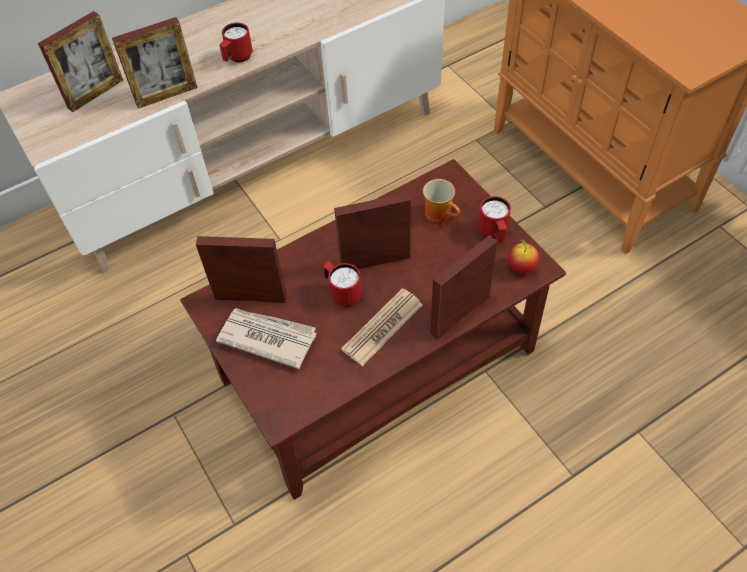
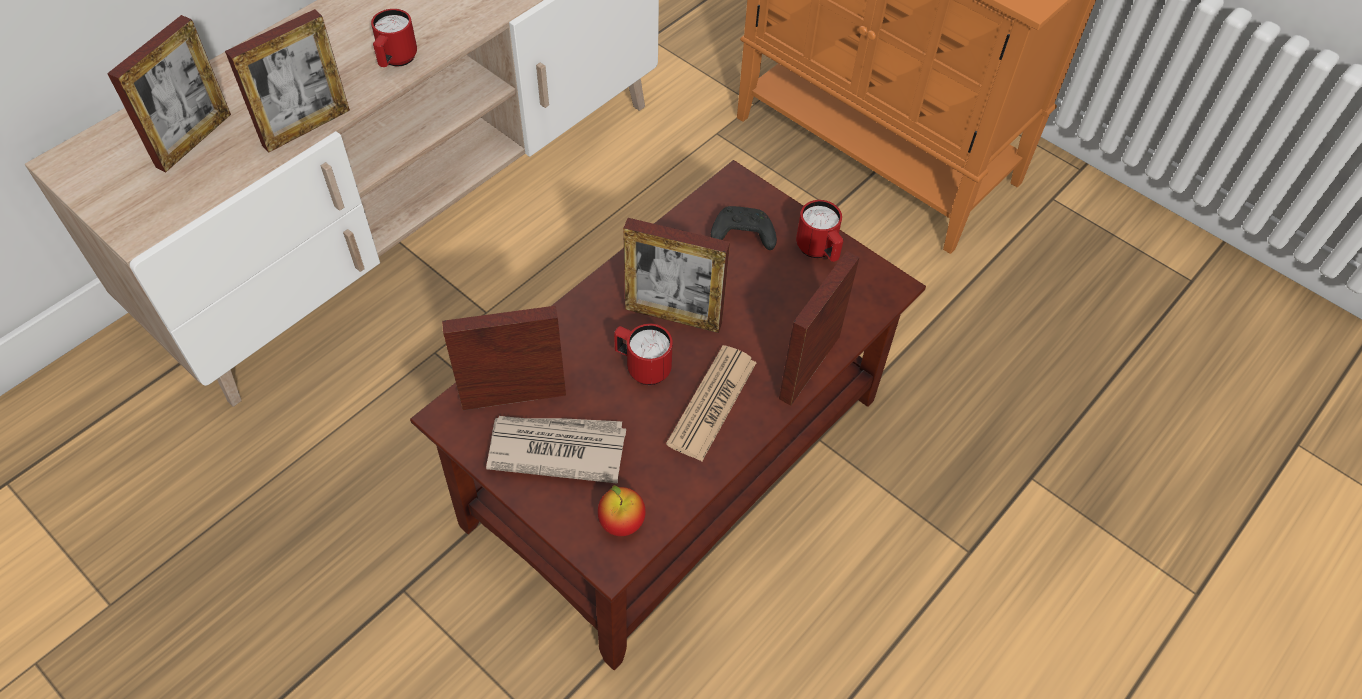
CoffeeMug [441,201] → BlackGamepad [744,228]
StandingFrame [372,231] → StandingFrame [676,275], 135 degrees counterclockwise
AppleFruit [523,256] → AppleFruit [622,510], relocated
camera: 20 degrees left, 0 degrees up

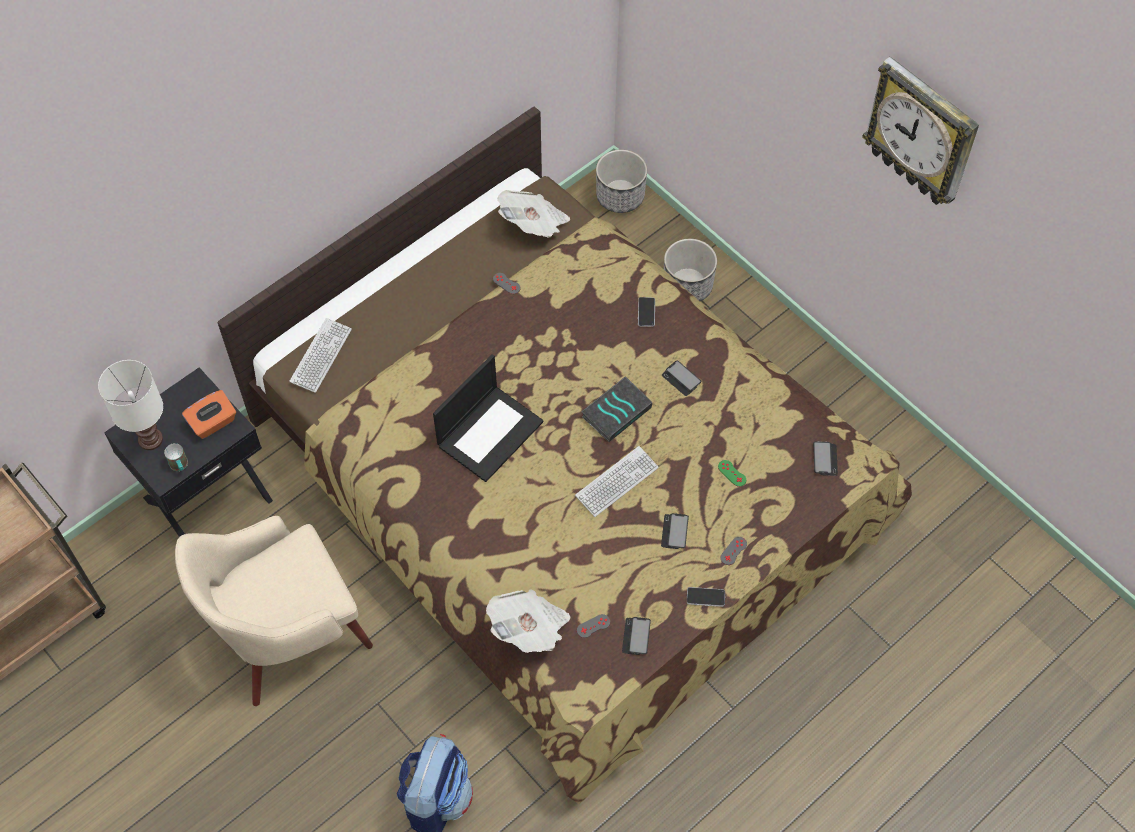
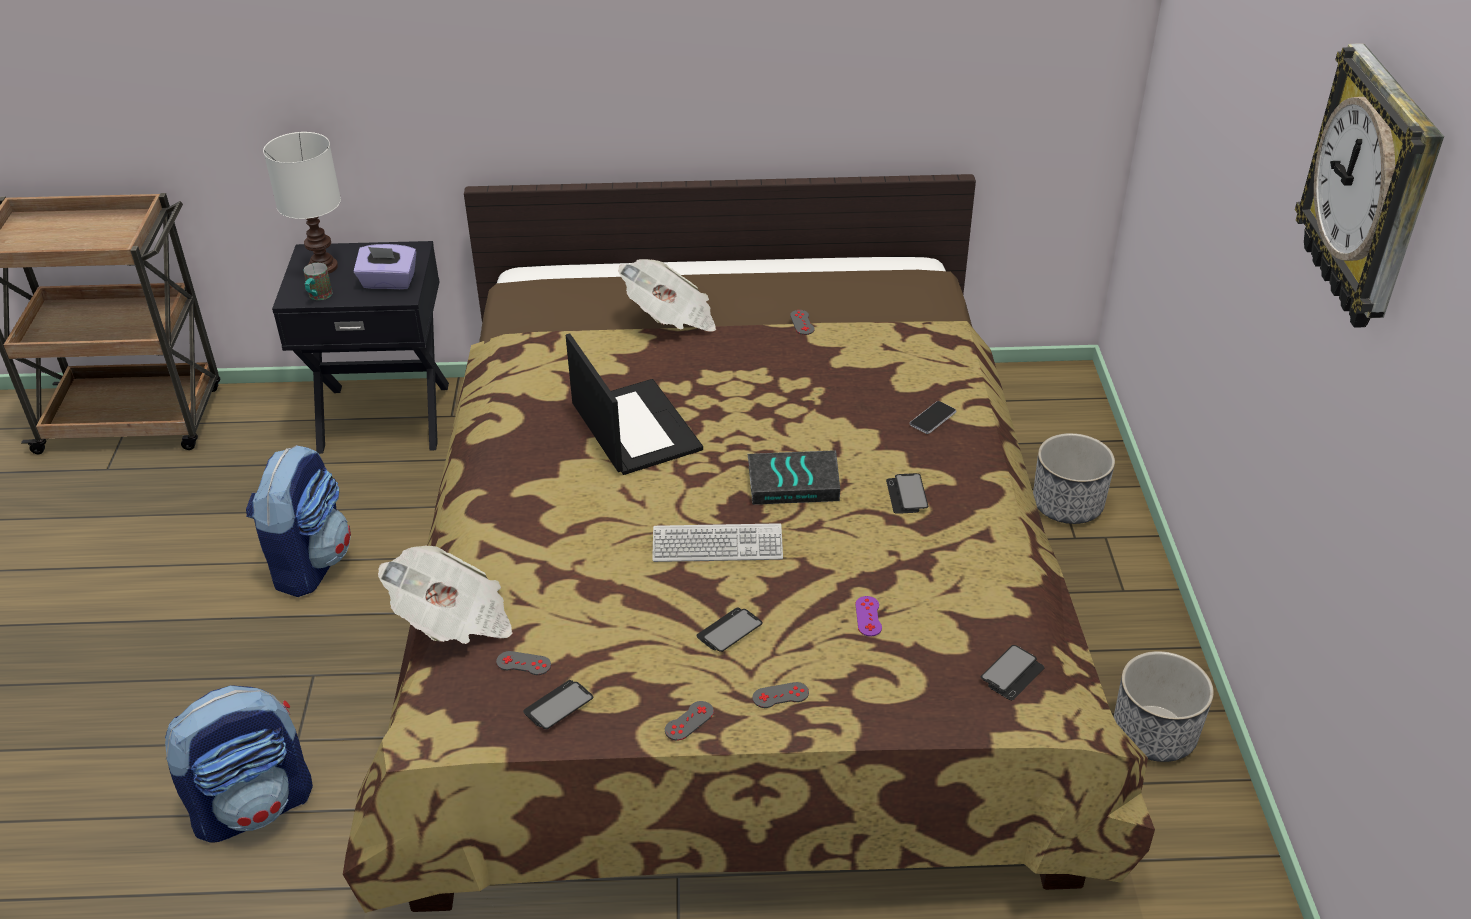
FlowerPot [621,181] → FlowerPot [1164,706], relocated
DailyPaper [533,214] → DailyPaper [667,295], relocated
ComputerKeyboard [320,355] → -
Laptop [488,418] → Laptop [634,404], 105 degrees counterclockwise
OrangeTissueHolder [209,414] → PurplishTissueHolder [385,266]
GreenGamepad [732,473] → PurplishGamepad [868,616]
BeigeColouredArmchair [274,611] → Backpack [298,521]
Telephone [706,597] → GreyishGamepad [689,721]
camera: 40 degrees right, 20 degrees down

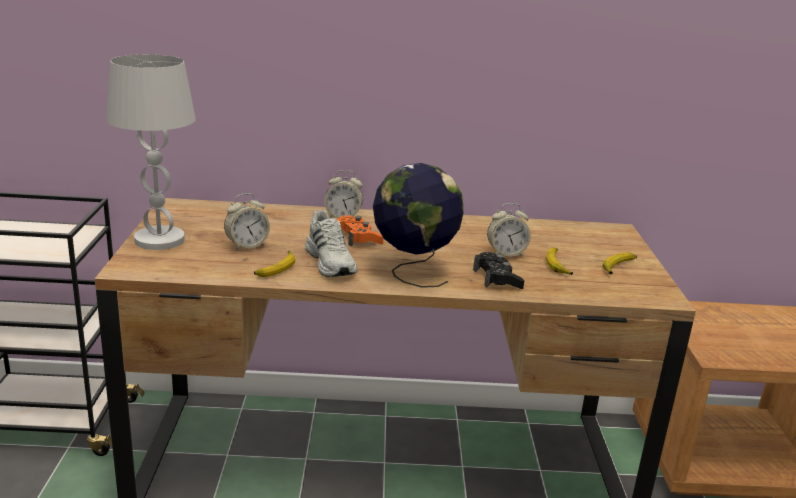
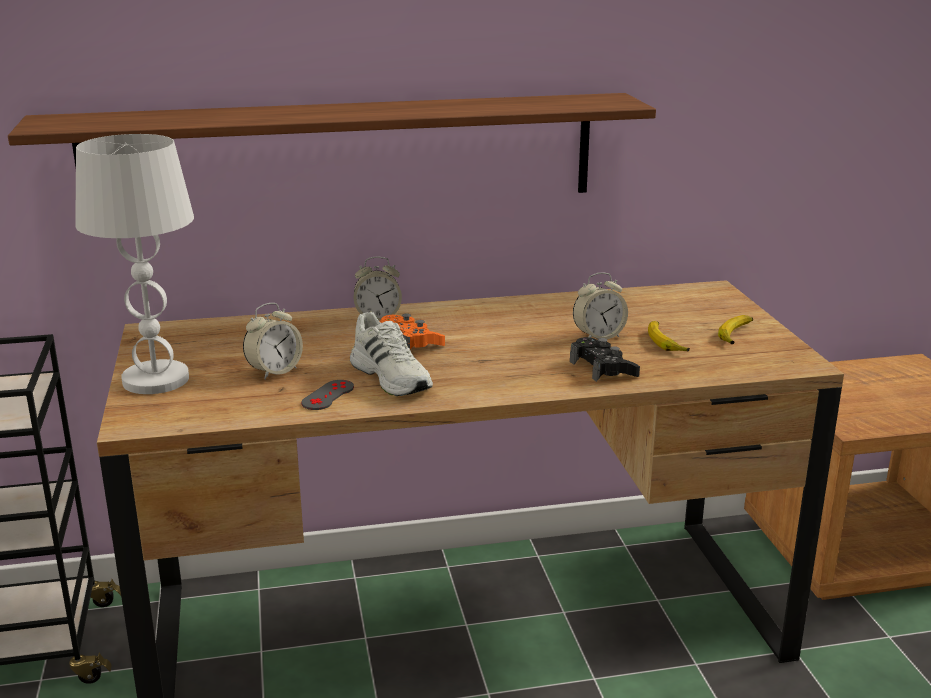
DeskGlobe [418,225] → -
BananaFruit [274,264] → GreyishGamepad [327,395]
- → BracketShelf [332,143]
camera: 10 degrees left, 0 degrees up

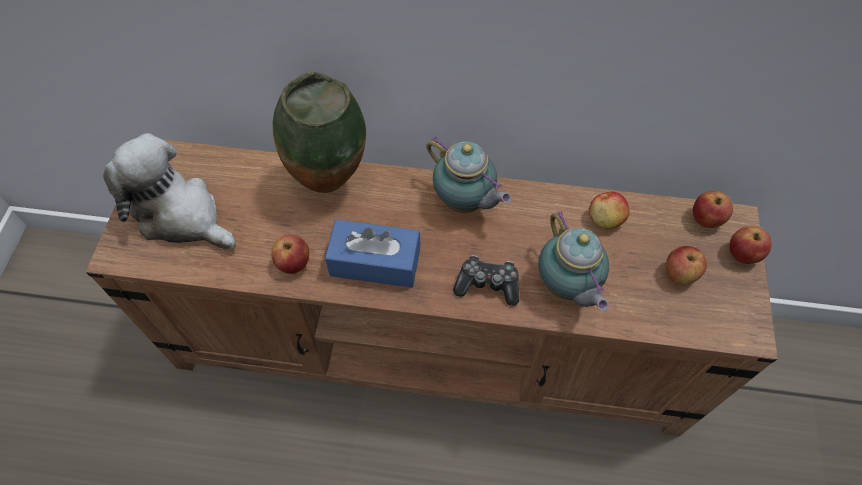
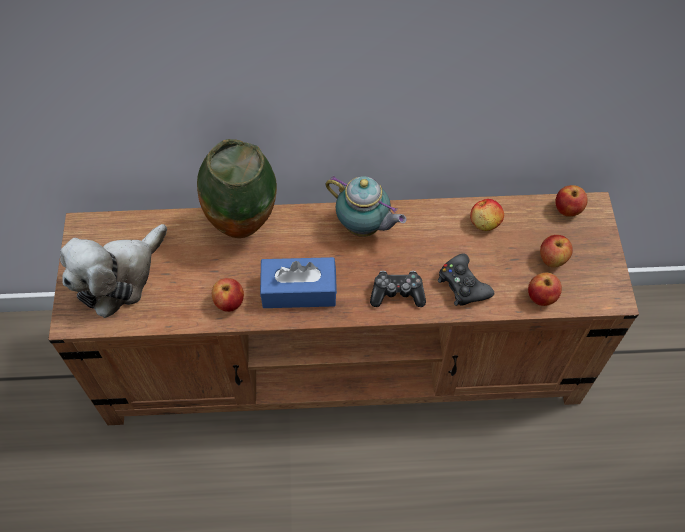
CuddlyToy [169,191] → CuddlyToy [113,271], 75 degrees counterclockwise
Teapot [573,261] → BlackGamepad [466,279]
AppleFruit [750,245] → AppleFruit [545,289], relocated
camera: 10 degrees left, 0 degrees up

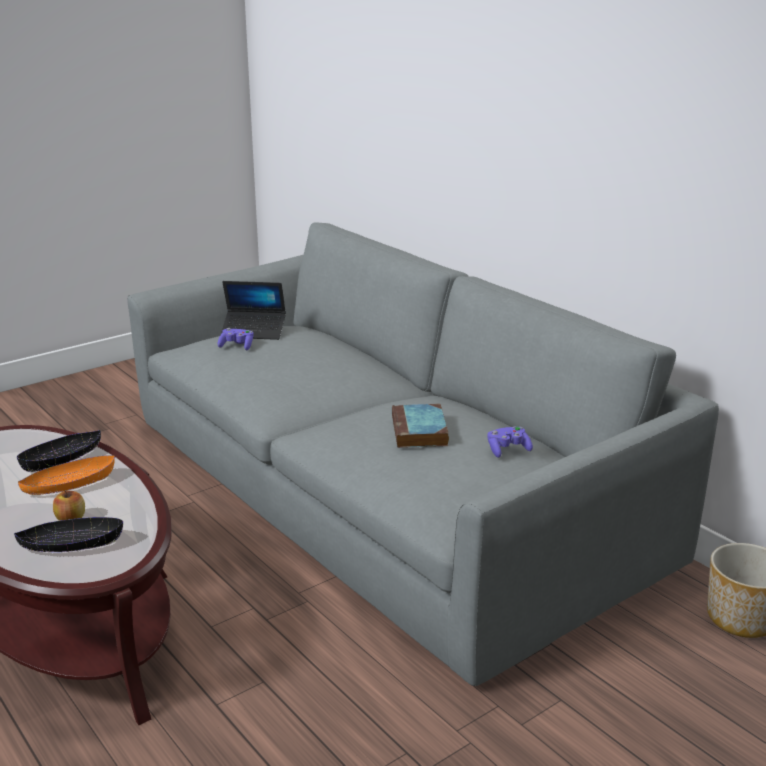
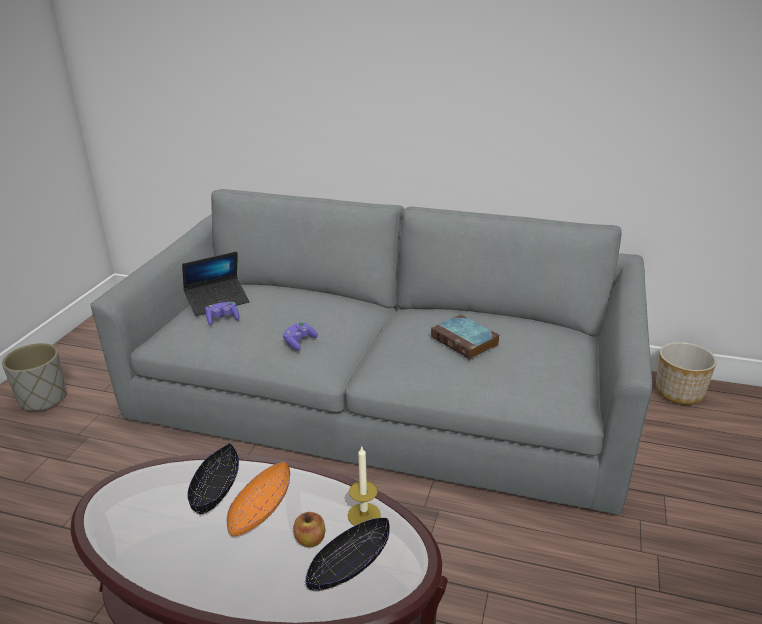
PurplishGamepad [510,442] → PurplishGamepad [300,336], relocated
- → GreyishFlowerPot [34,377]
- → WaxLight [364,486]
camera: 35 degrees left, 5 degrees up

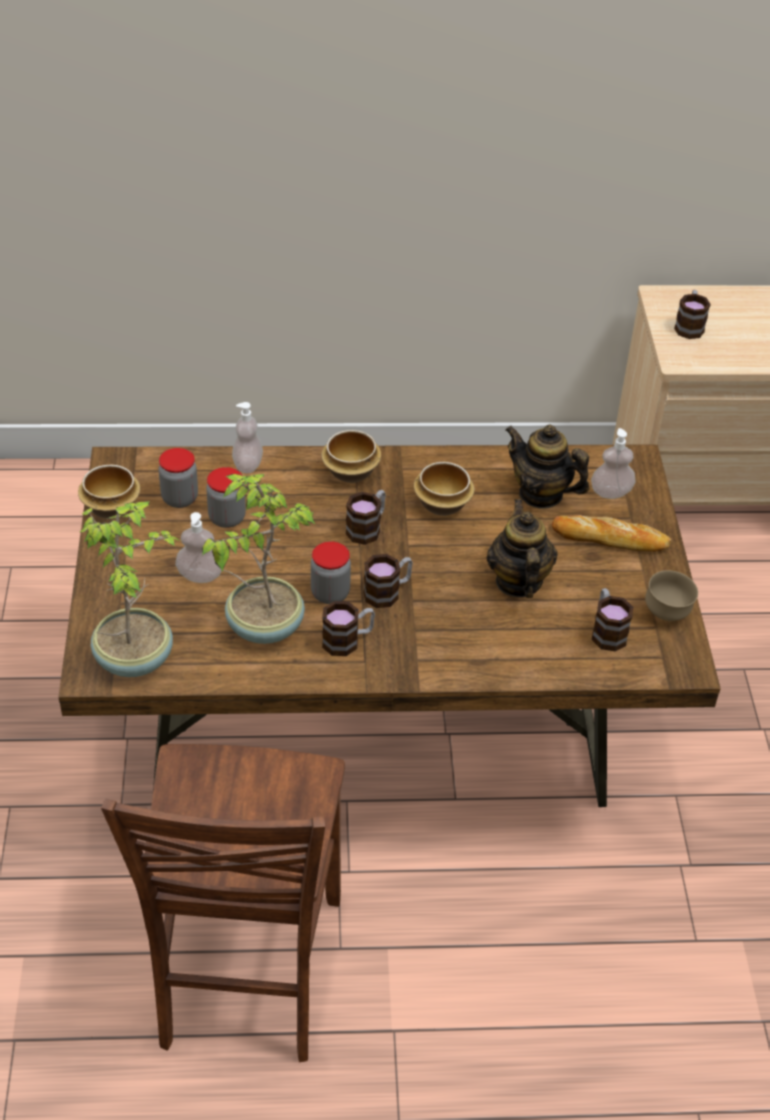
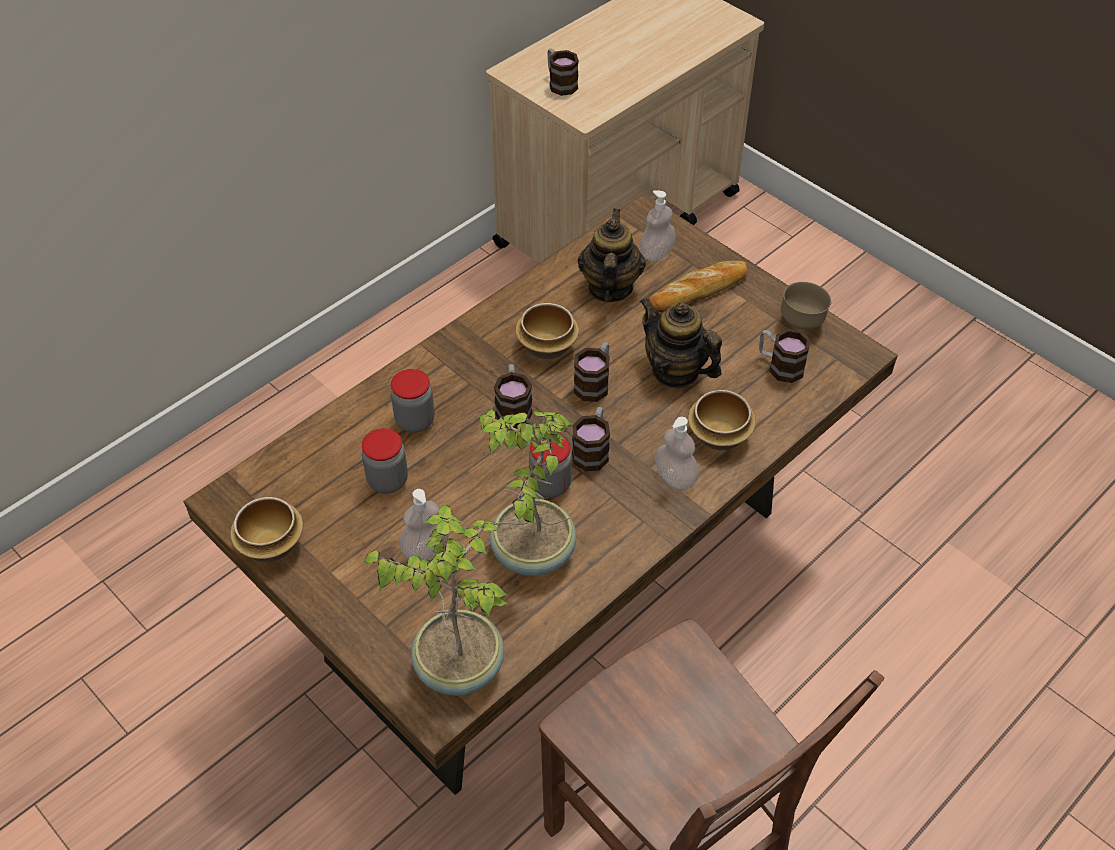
LiquidSoapBottle [247,437] → LiquidSoapBottle [677,453], relocated
Teapot [547,467] → Teapot [612,255], 105 degrees clockwise
Bowl [351,456] → Bowl [722,420], relocated
Jar [178,478] → Jar [412,401], relocated
CoffeeMug [348,628] → CoffeeMug [592,372], relocated
camera: 40 degrees left, 5 degrees up

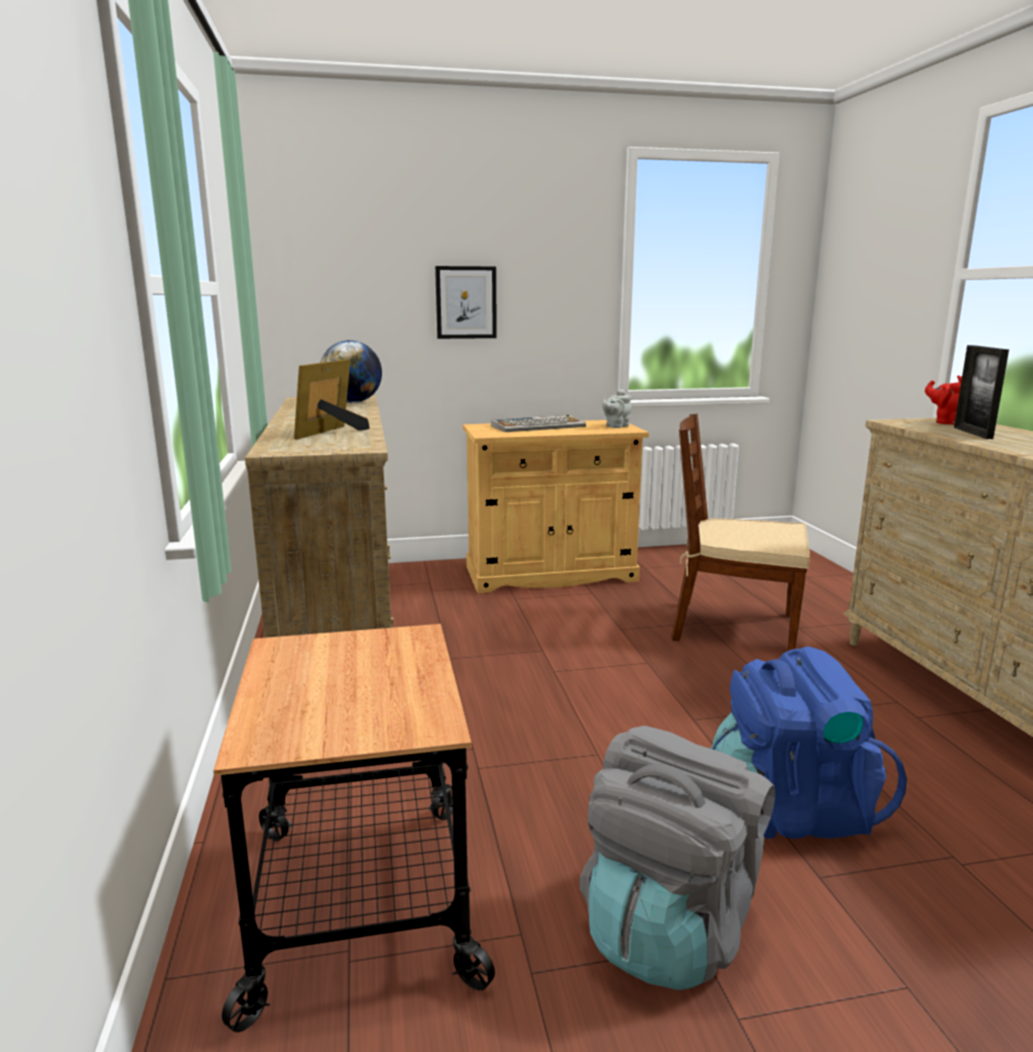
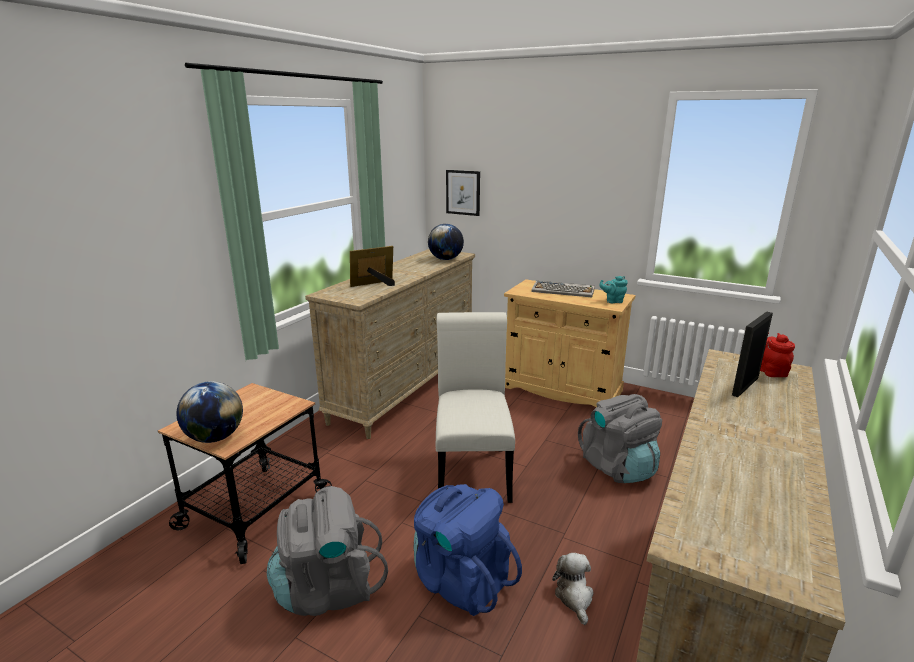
WallPicture [466,302] → WallPicture [463,193], relocated
GreyishTeapot [617,408] → TurquoiseColouredTeapot [613,289]
BrownishPlainChair [740,532] → GreyishBackpack [620,438]
- → WhitePlainChair [475,407]
- → DeskGlobe [209,412]
- → CuddlyToy [573,589]
camera: 40 degrees right, 5 degrees up

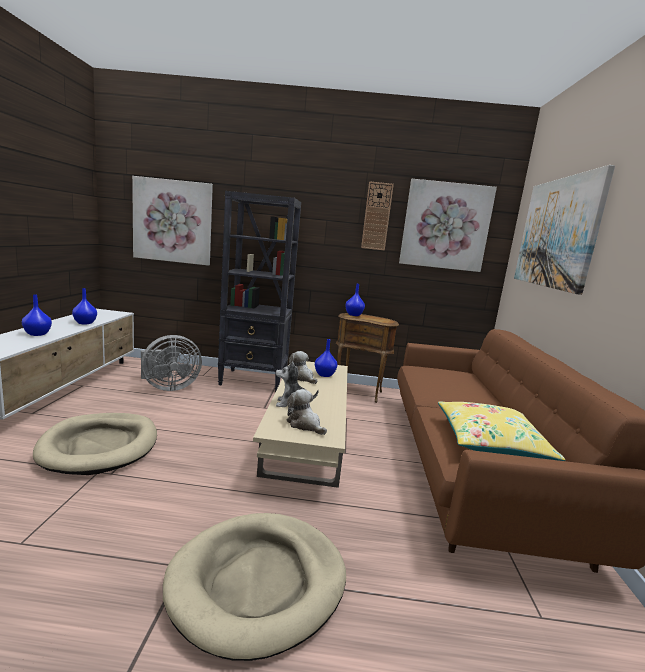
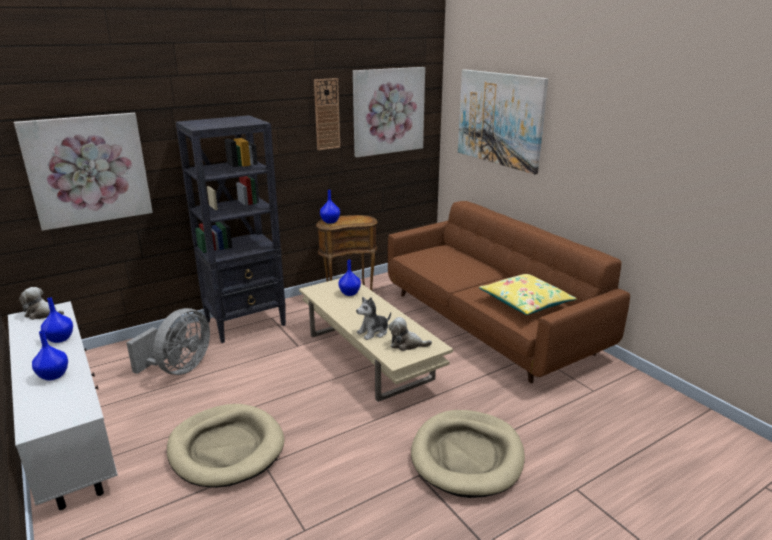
CuddlyToy [303,367] → CuddlyToy [41,303], relocated
camera: 35 degrees left, 10 degrees up

